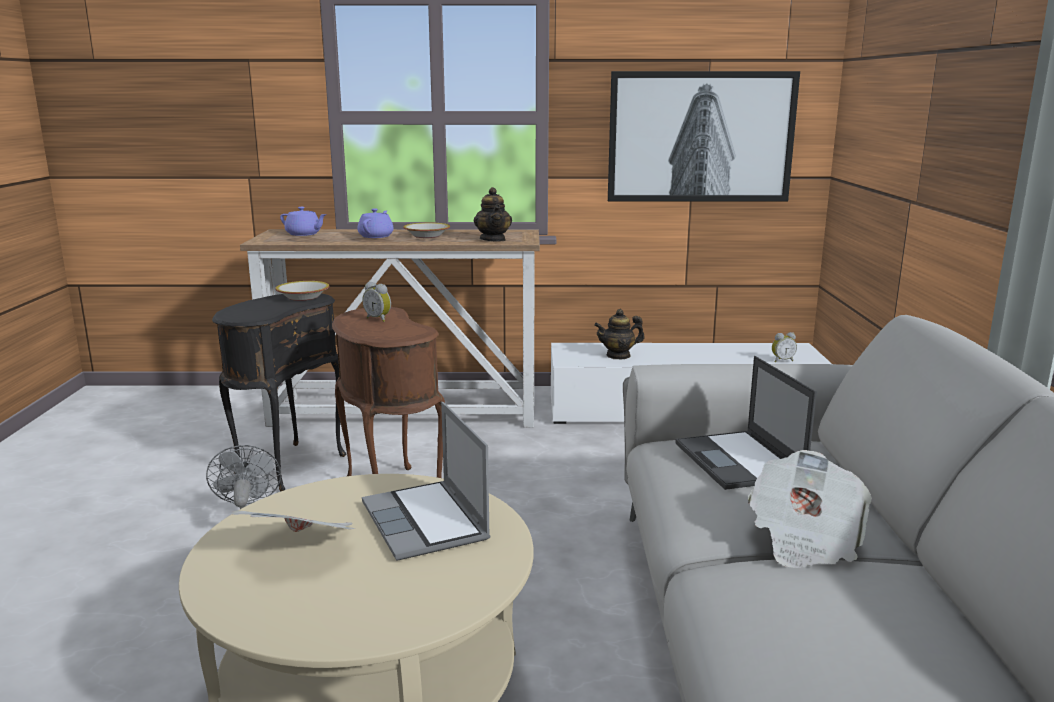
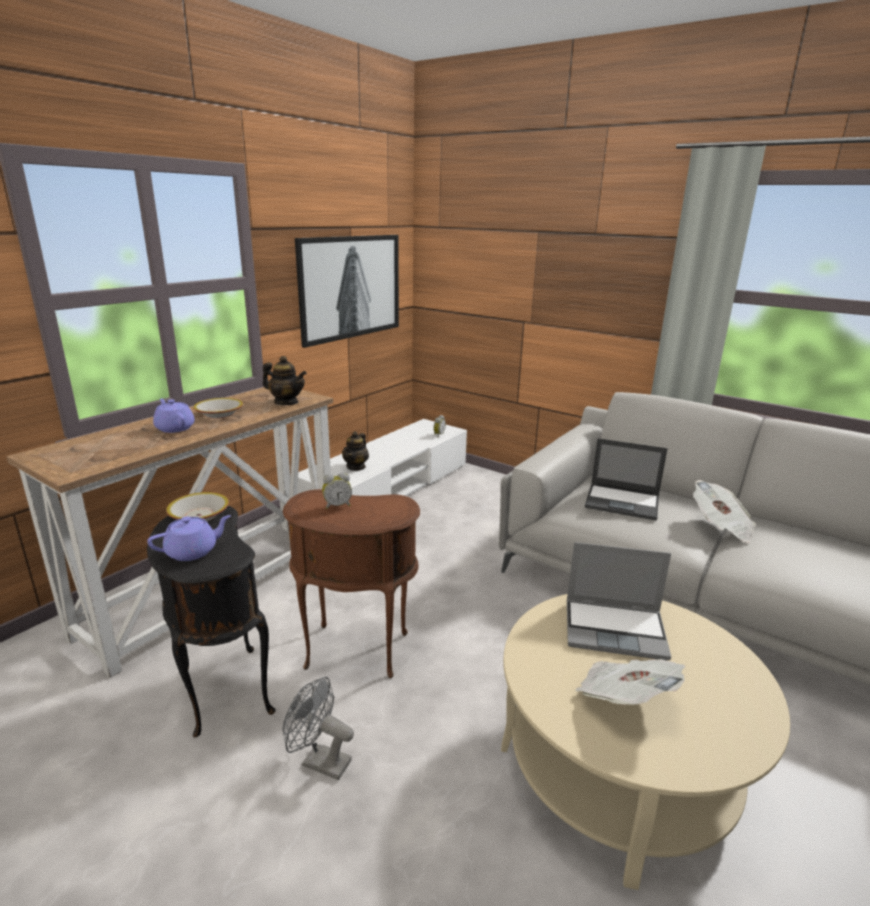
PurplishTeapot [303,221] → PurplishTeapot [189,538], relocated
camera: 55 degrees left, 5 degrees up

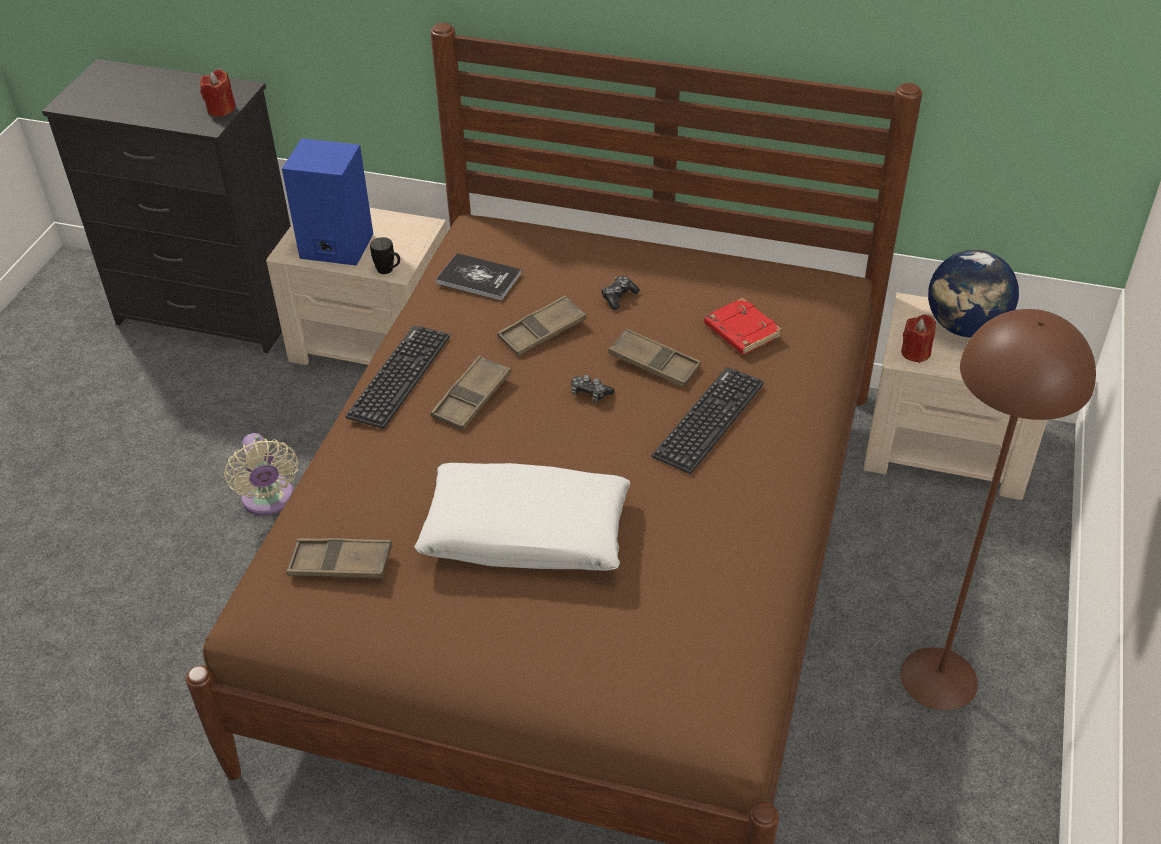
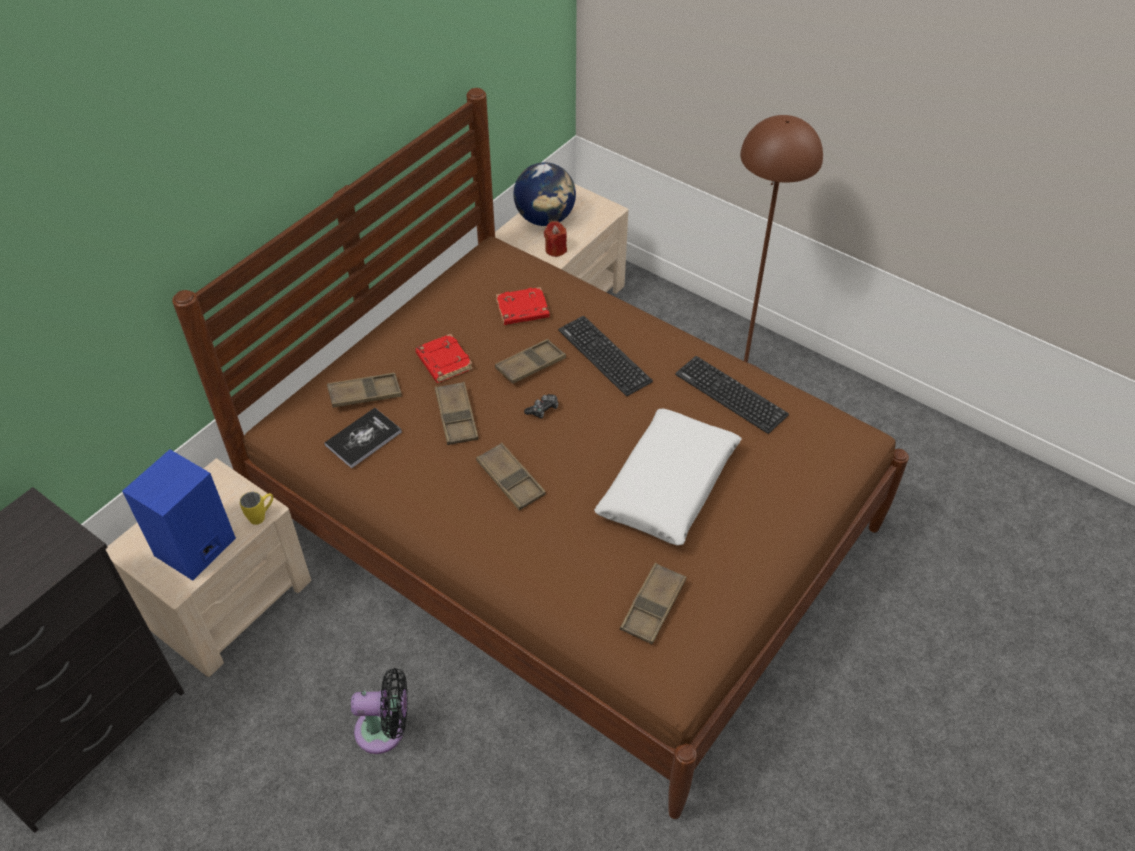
RedColouredWaxLight [217,93] → -
BlackCoffeeMug [385,255] → YellowishCoffeeMug [256,508]
Gamepad [620,293] → RedColouredVolume [444,358]
ComputerKeyboard [397,377] → ComputerKeyboard [732,395], relocated
BeigeColouredFan [261,474] → BlackFan [379,711]
- → BrownishTray [364,390]
camera: 70 degrees left, 5 degrees up

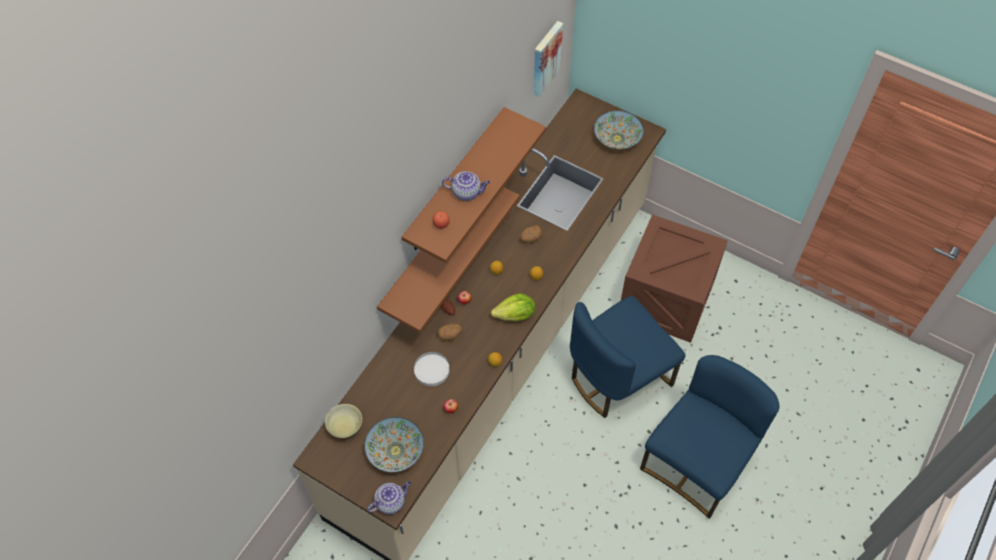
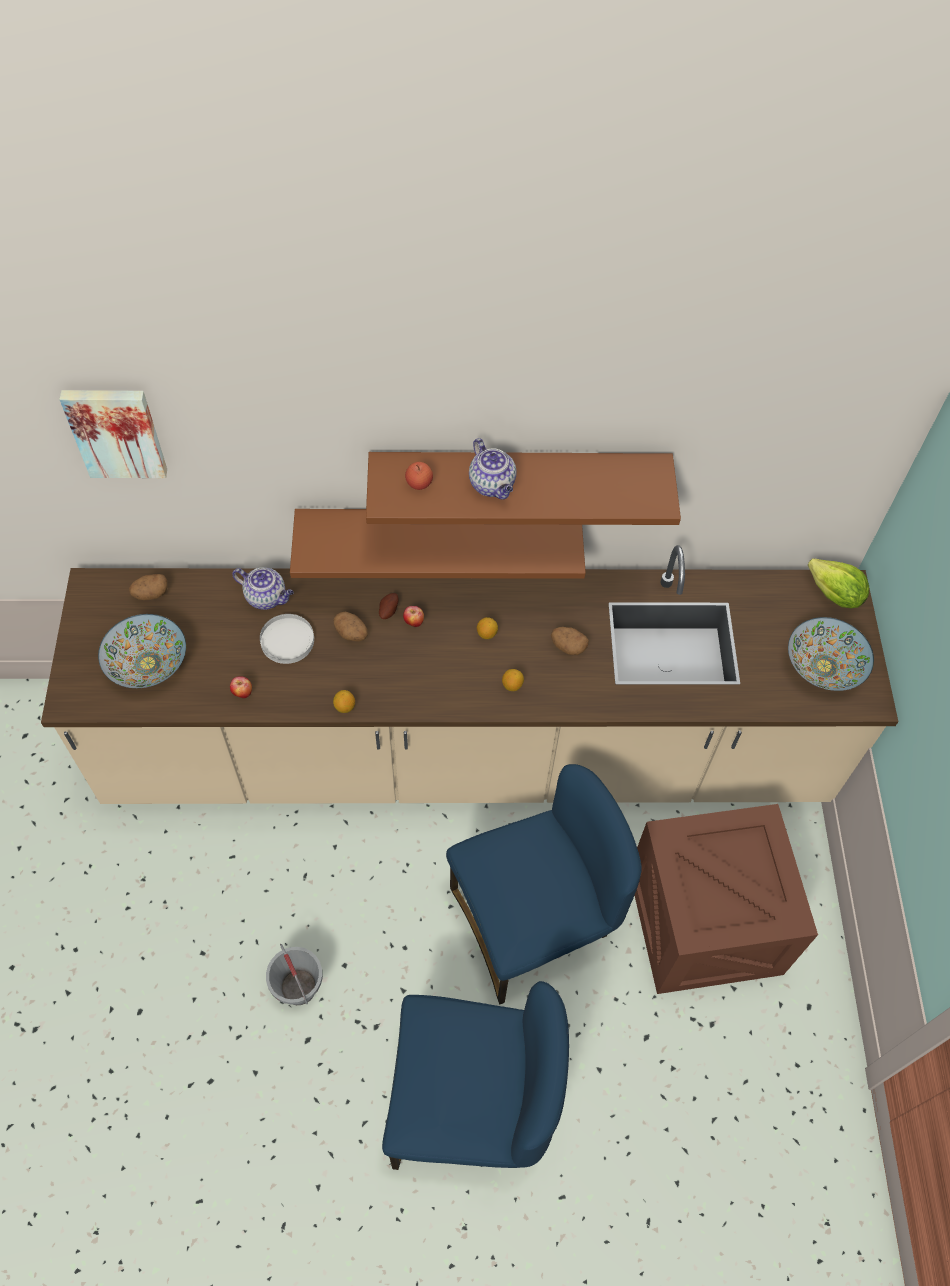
WallPicture [548,59] → WallPicture [113,434], relocated
Lettuce [513,307] → Lettuce [838,583], relocated
BlueColouredPlainChair [627,357] → BlueColouredPlainChair [544,884], 135 degrees clockwise
BeigeColouredBowl [343,421] → WholePotato [148,587]
Teapot [389,497] → Teapot [263,588], relocated
- → GreyishBucket [294,974]
camera: 55 degrees right, 0 degrees up

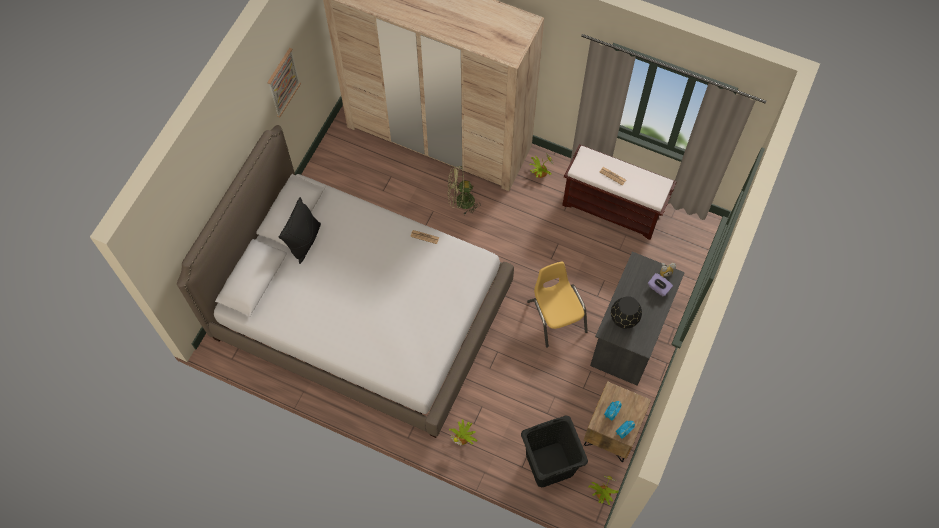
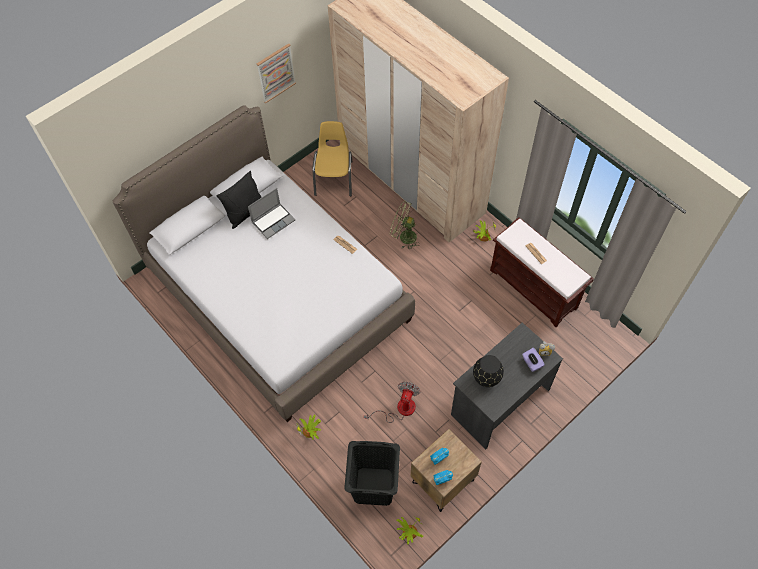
YellowishPlainChair [557,305] → YellowishPlainChair [332,158], relocated
- → Laptop [272,213]
- → Fan [392,402]
camera: 25 degrees right, 5 degrees down

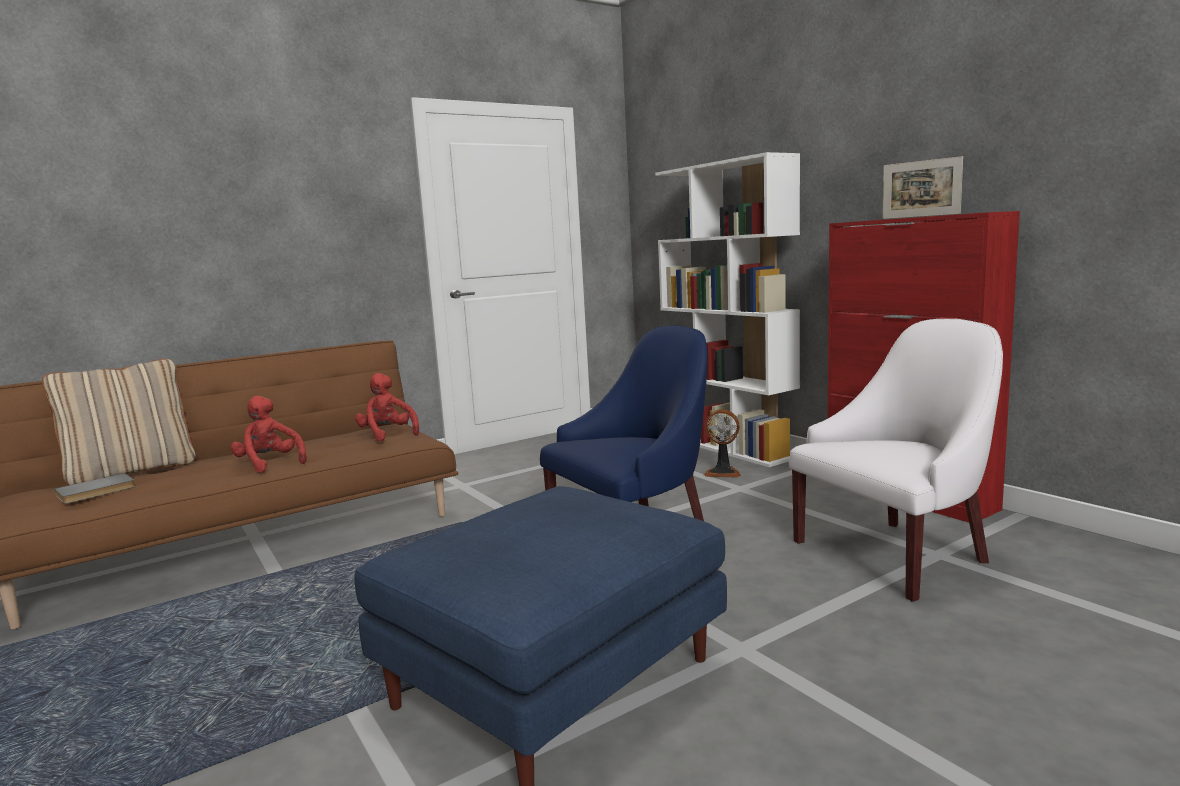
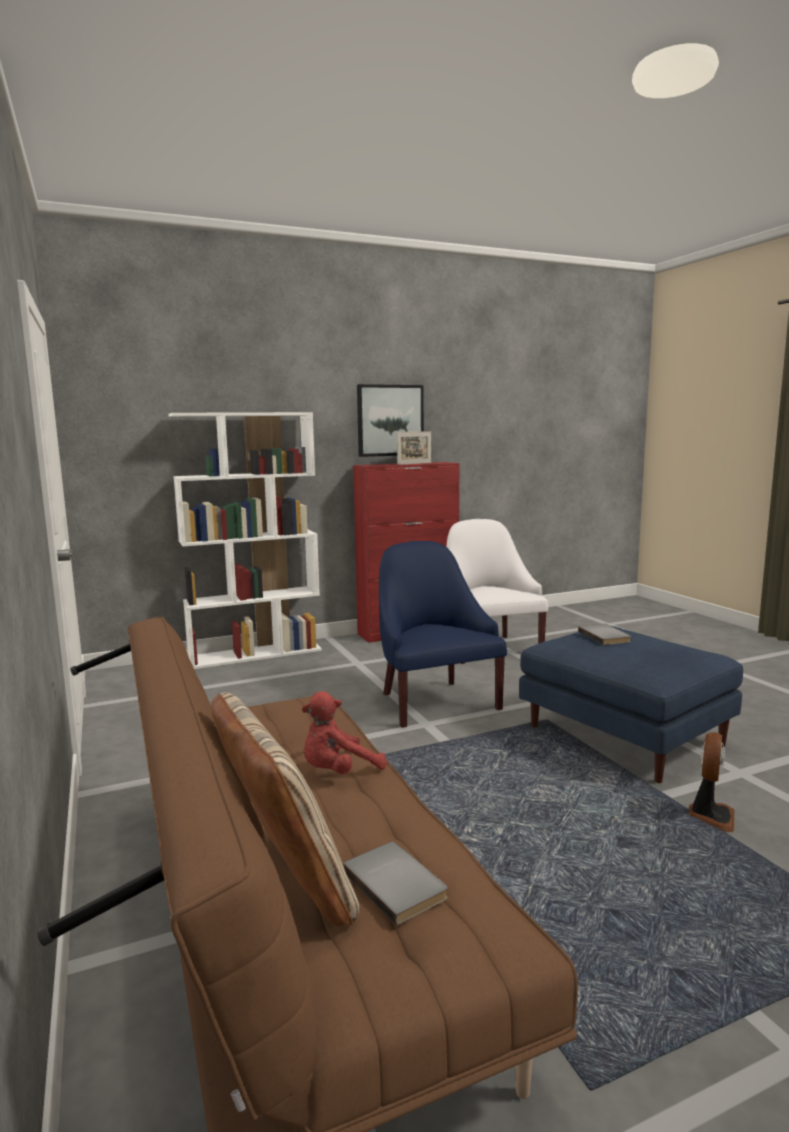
RedColouredCuddlyToy [387,407] → -
Fan [722,443] → Fan [711,782], relocated
- → WallPicture [390,420]
- → GreyishVolume [604,634]
camera: 80 degrees left, 0 degrees up

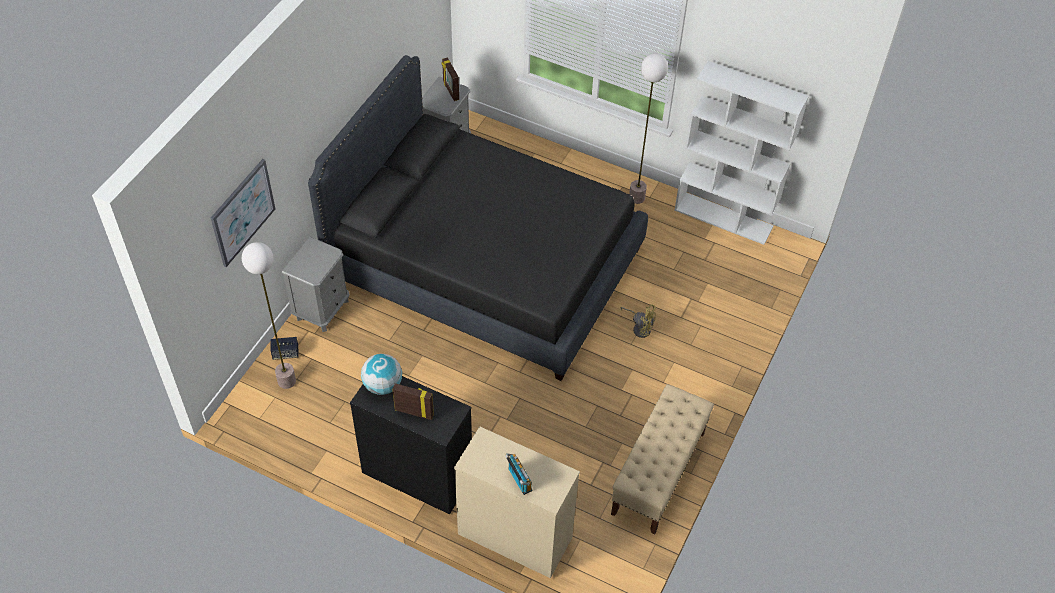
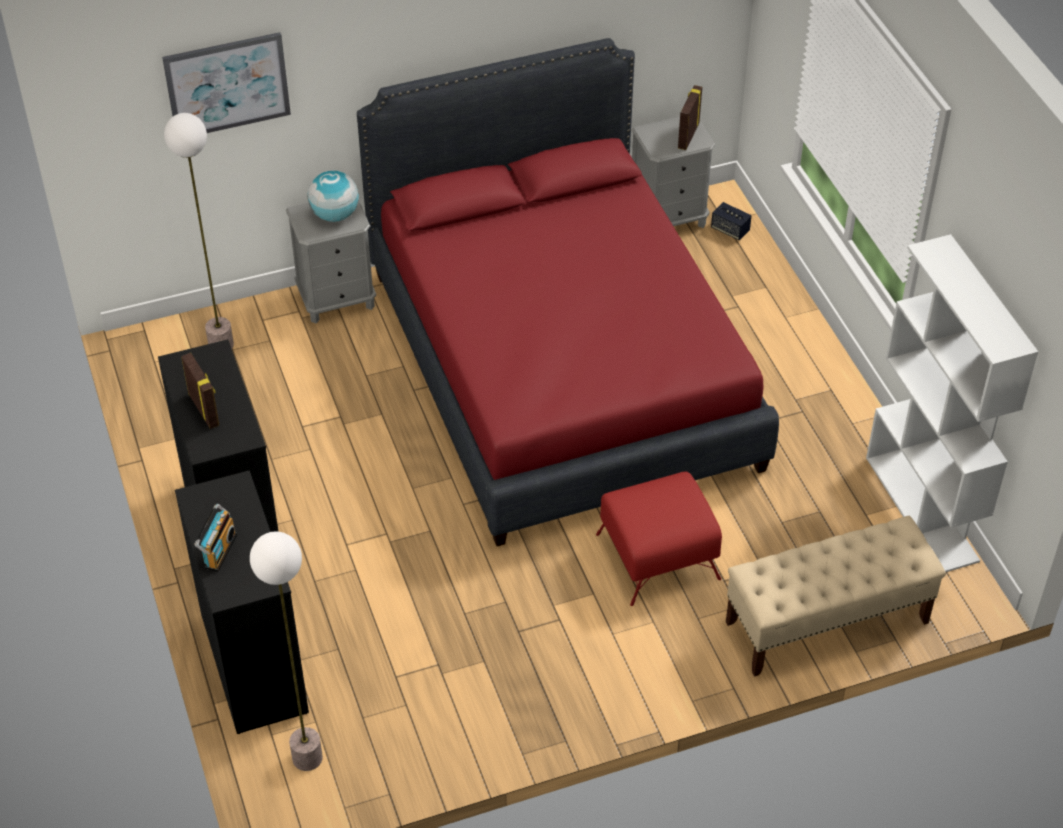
StandingLamp [648,128] → StandingLamp [286,651], relocated
BlackBedroomBed [478,218] → RedColouredBedroomBed [568,292]
YellowishFan [638,321] → RedColouredFootrest [659,538]
Speaker [285,348] → Speaker [731,221], relocated
DeskGlobe [381,374] → DeskGlobe [333,196], relocated
BeigeColouredLongSeat [662,459] → BeigeColouredLongSeat [836,596], relocated
BeigeColouredDresser [517,502] → BlackDresser [242,602]
camera: 45 degrees right, 5 degrees down

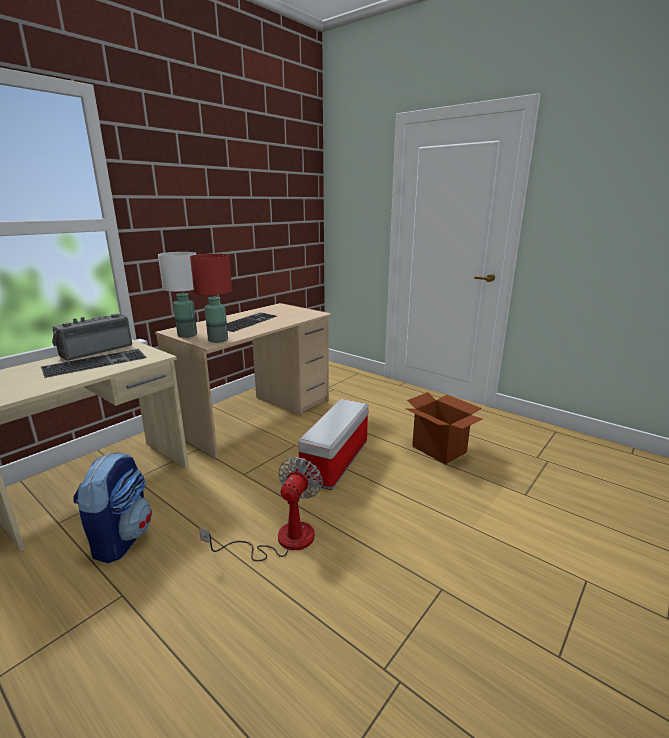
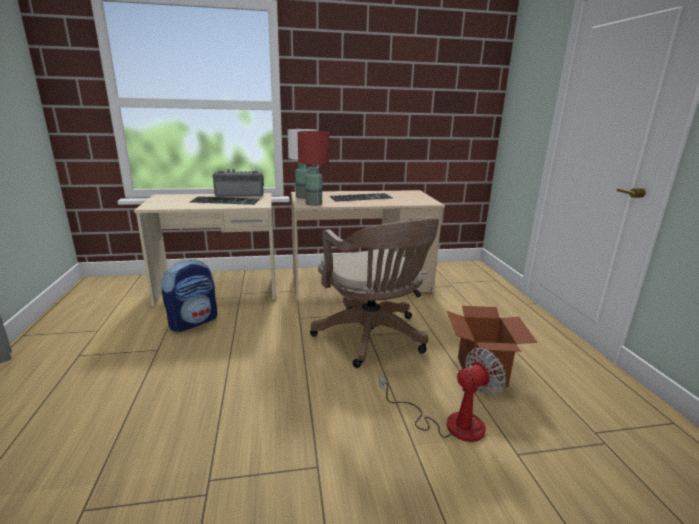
StorageBox [333,444] → BrownishDeskChair [374,293]
Fan [261,509] → Fan [442,395], relocated
camera: 40 degrees right, 0 degrees up

